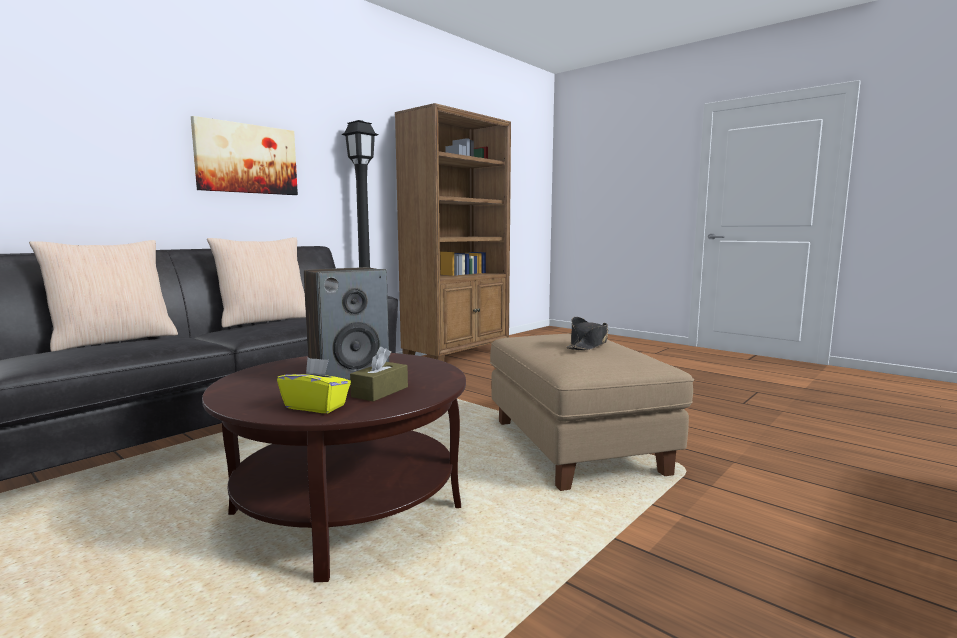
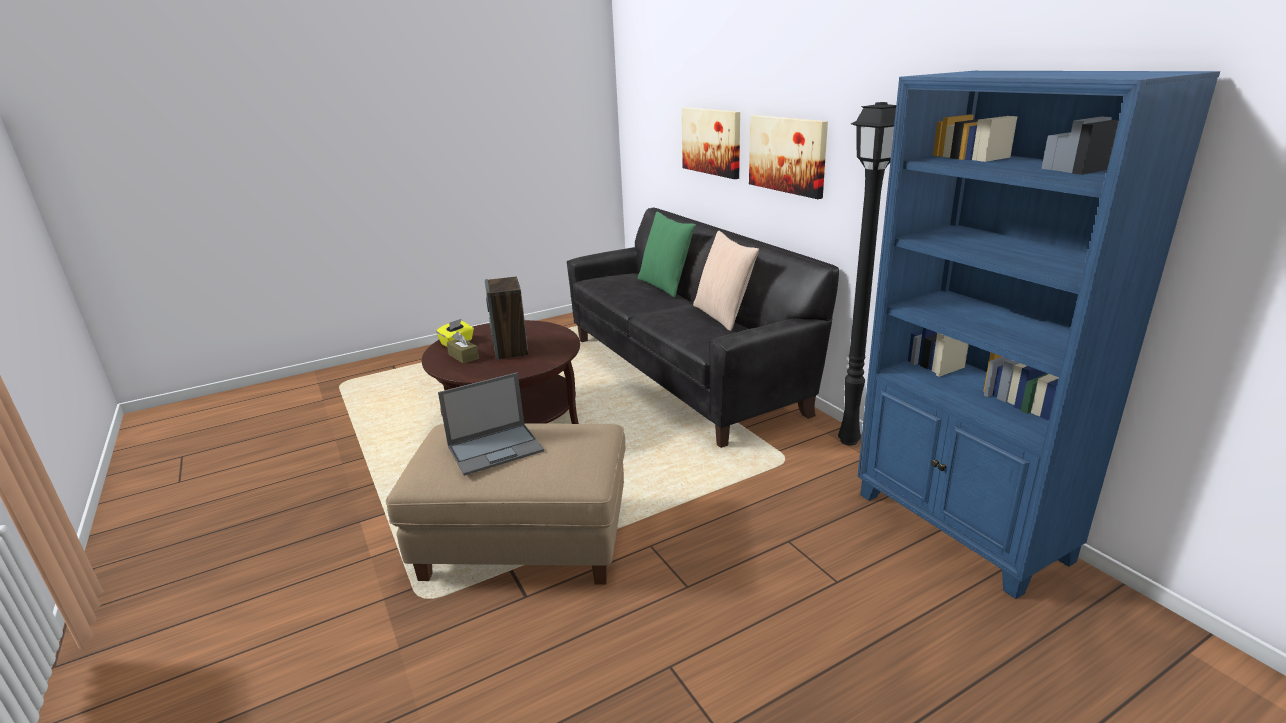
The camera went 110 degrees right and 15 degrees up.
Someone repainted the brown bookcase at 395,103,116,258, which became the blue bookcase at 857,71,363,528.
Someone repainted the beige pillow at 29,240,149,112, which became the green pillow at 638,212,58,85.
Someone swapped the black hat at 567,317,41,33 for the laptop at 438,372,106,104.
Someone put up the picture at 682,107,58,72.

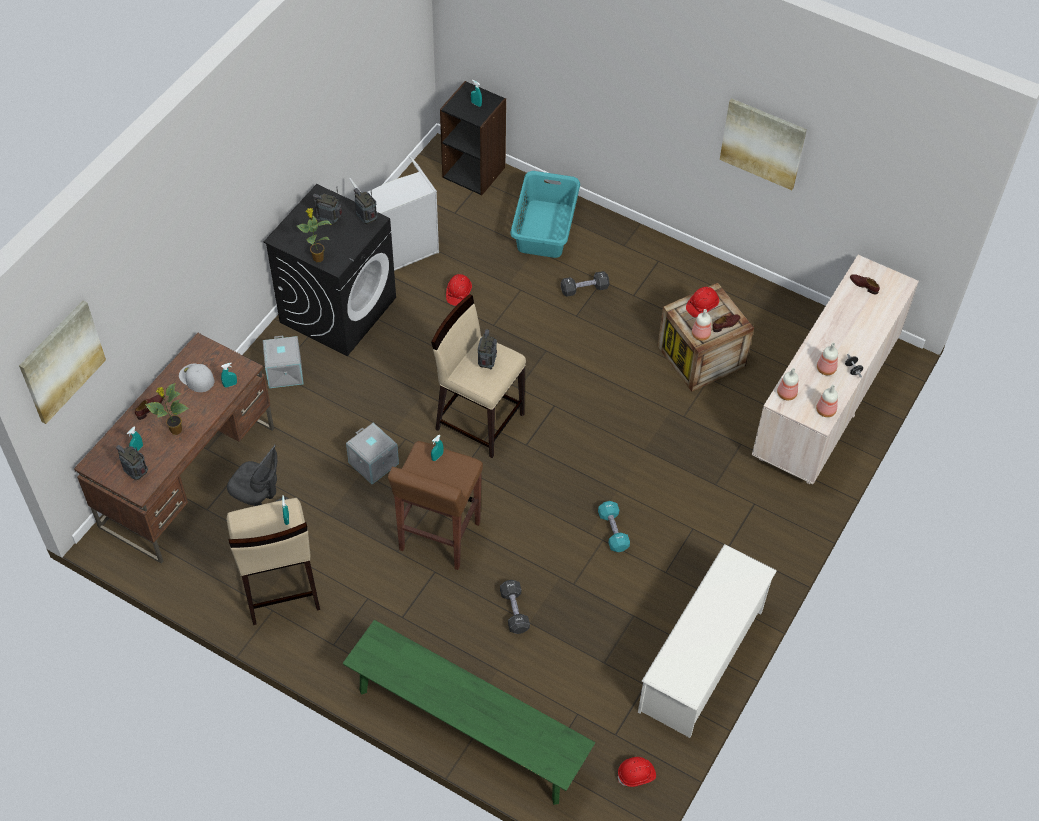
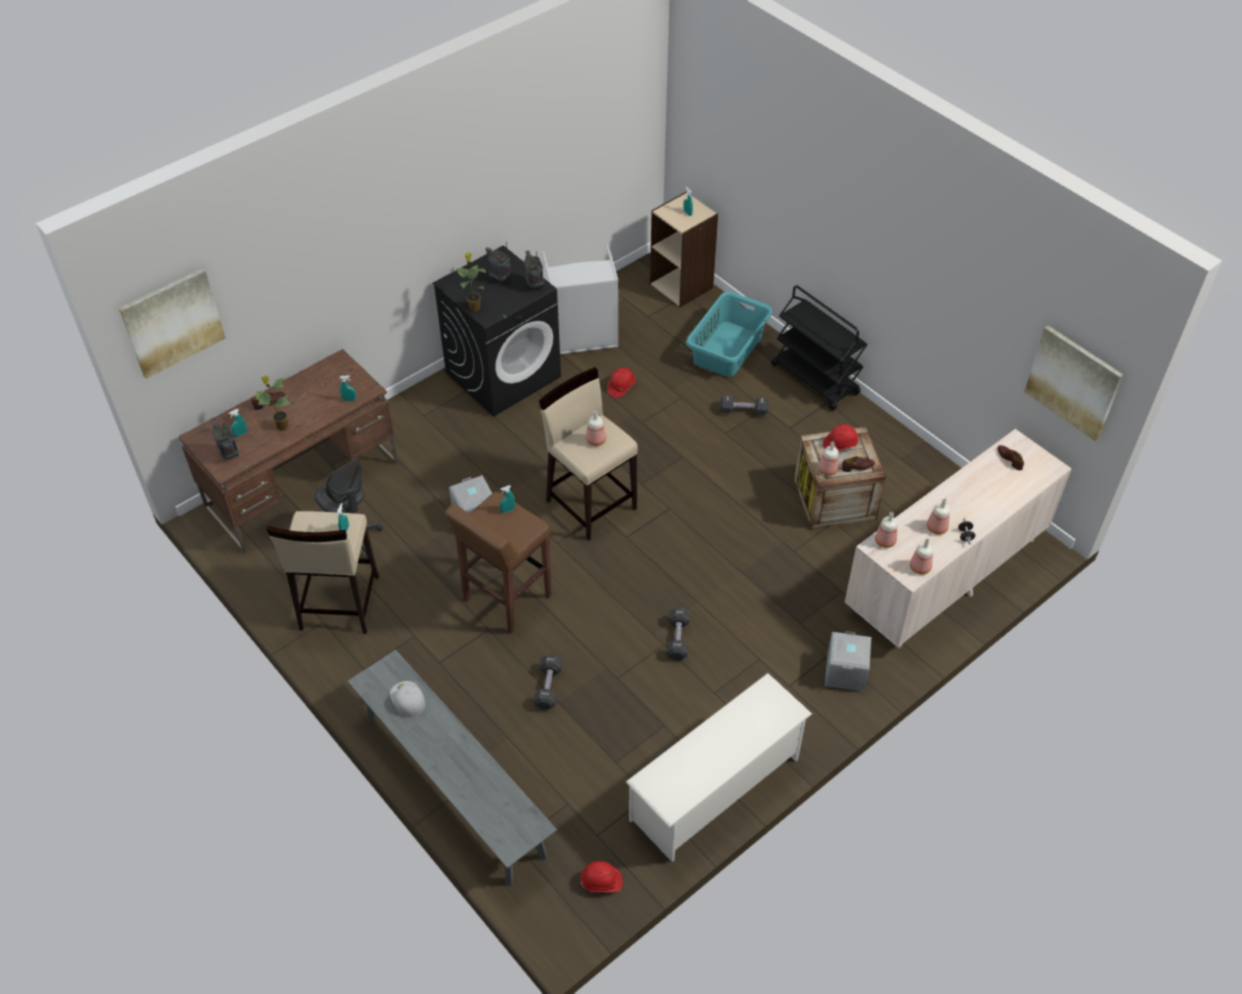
The camera went 20 degrees right and 5 degrees down.
Someone repainted the black bookcase at 440,81,66,114, which became the beige bookcase at 650,192,68,115.
Someone carried the picture from 720,98,87,92 to 1024,326,99,115.
Someone swapped the radio at 478,329,19,40 for the bottle at 586,411,20,35.
Someone carried the grey storage box from 263,336,41,52 to 825,631,46,60.
Someone carried the white cap from 179,364,35,28 to 390,681,35,36.
Someone repainted the turquoise dumbbell at 598,501,32,51, which became the black dumbbell at 667,608,23,53.
Someone repainted the green bench at 343,620,253,185, which became the grey bench at 348,649,209,237.
Someone put down the black cart at 771,285,97,126.

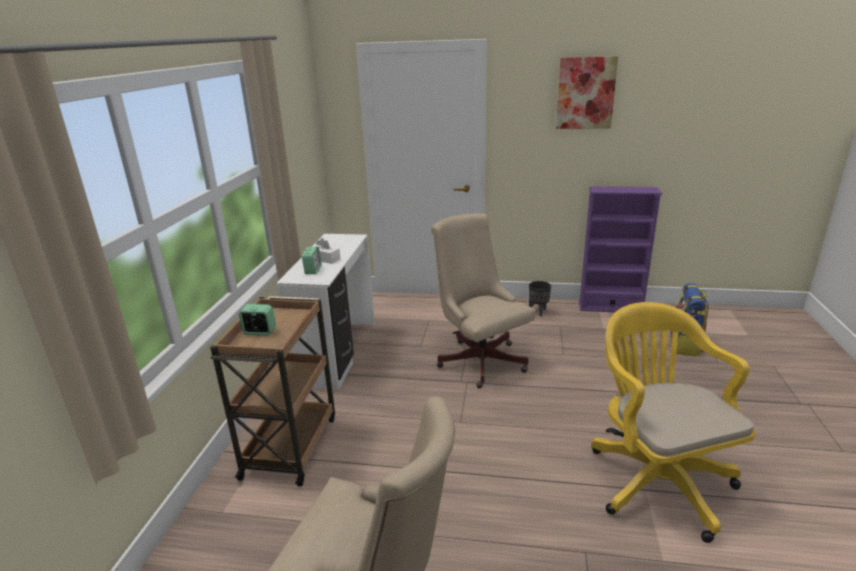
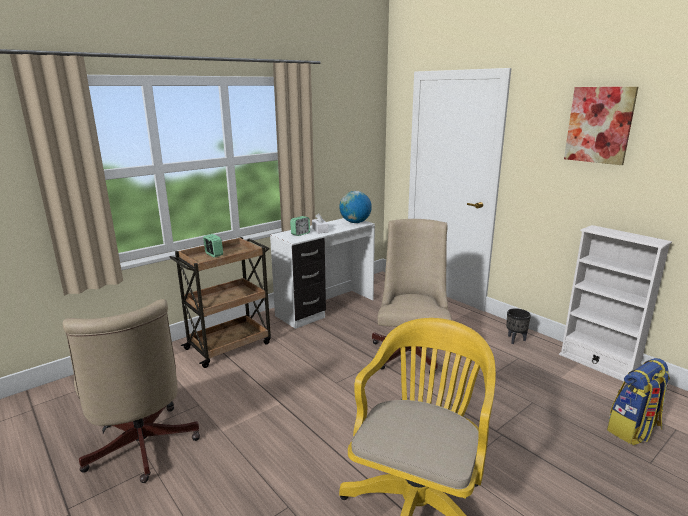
The camera went 40 degrees right and 5 degrees down.
Someone repainted the purple bookcase at 579,187,83,125, which became the white bookcase at 559,225,113,157.
Someone put down the globe at 339,191,33,32.

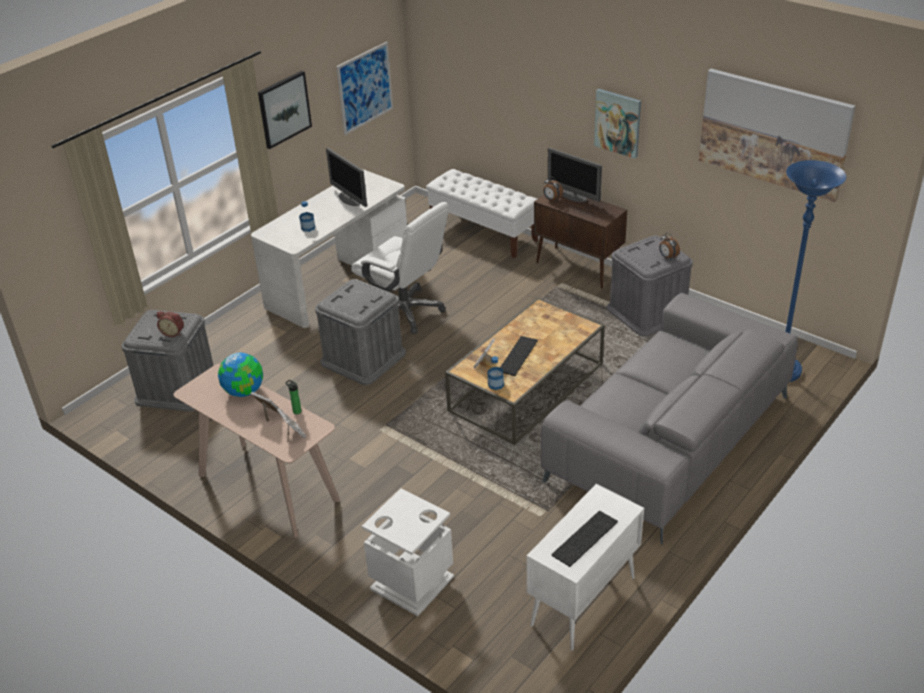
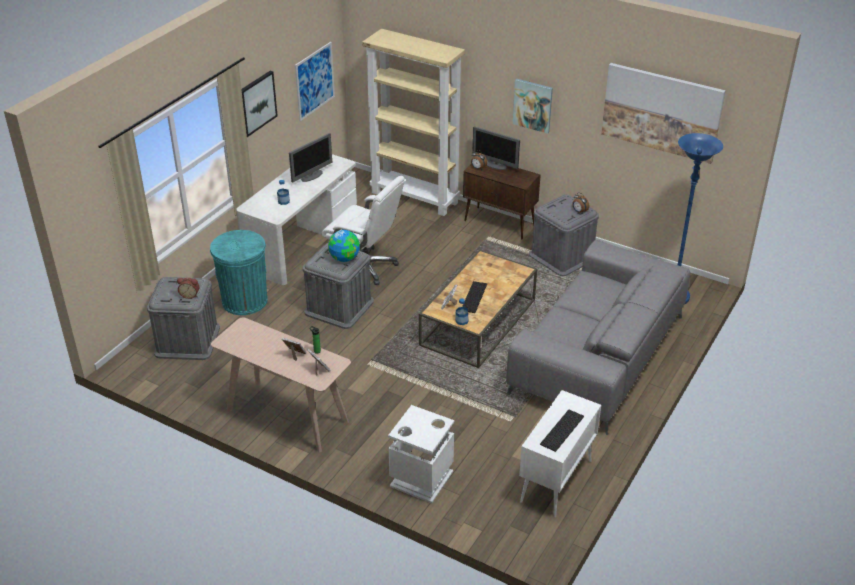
The camera went 10 degrees left and 0 degrees up.
Someone rotated the monitor at 326,148,41,59 by 90 degrees counterclockwise.
Someone swapped the white bench at 426,169,112,89 for the beige bookcase at 362,29,103,187.
Someone carried the globe from 218,353,45,44 to 328,230,32,32.
Someone put down the turquoise trash can at 210,230,58,85.

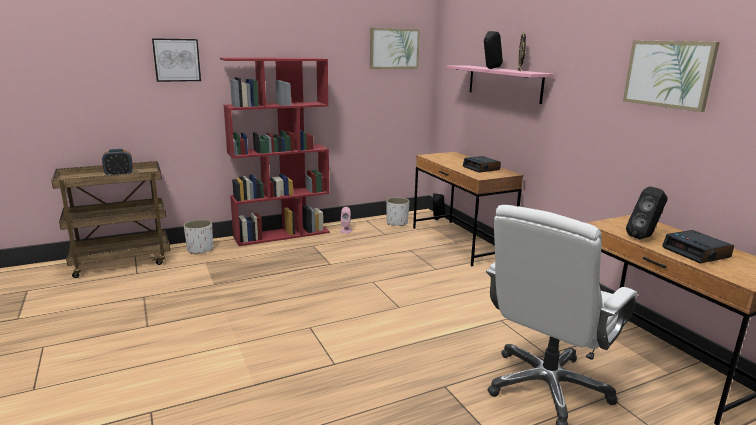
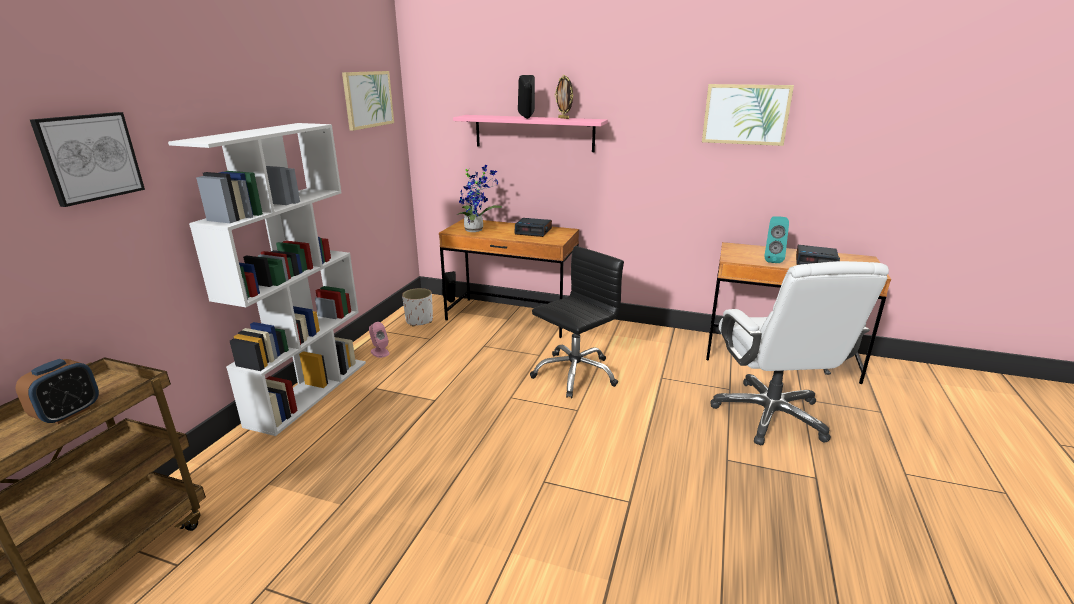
The camera went 45 degrees left and 5 degrees up.
Someone repainted the red bookcase at 220,57,110,189, which became the white bookcase at 168,123,198,313.
Someone repainted the black speaker at 626,186,42,53, which became the turquoise speaker at 764,216,25,47.
Someone took away the white planter at 184,219,29,36.
Someone put down the potted plant at 457,165,45,67.
Someone put down the black office chair at 530,246,94,152.

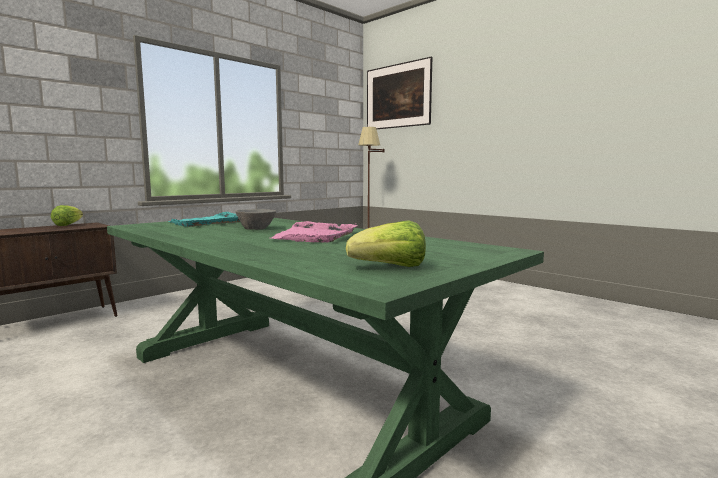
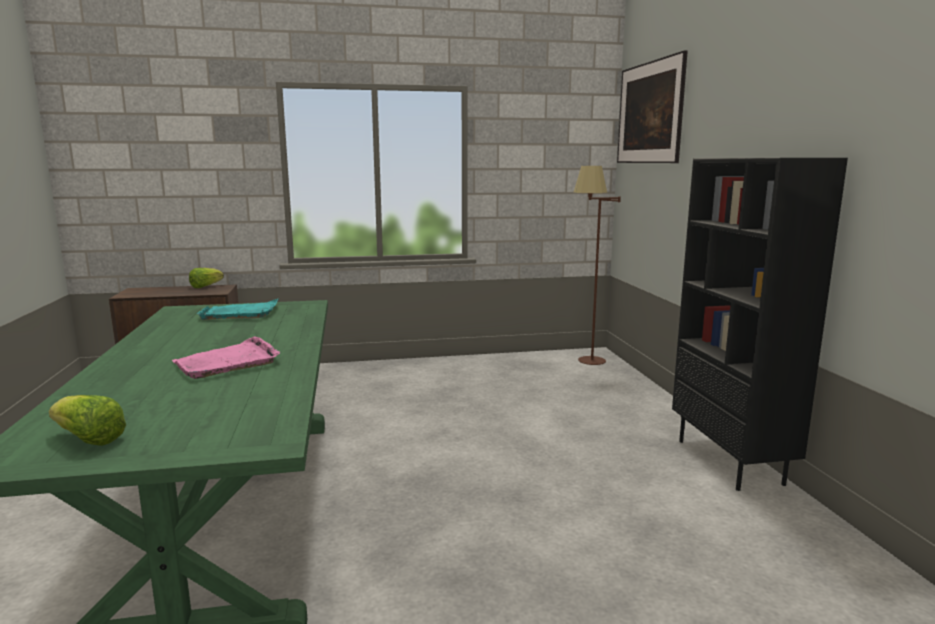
The camera went 35 degrees right and 5 degrees up.
Someone took away the grey bowl at 235,209,41,21.
Someone put down the black bookcase at 672,158,176,333.

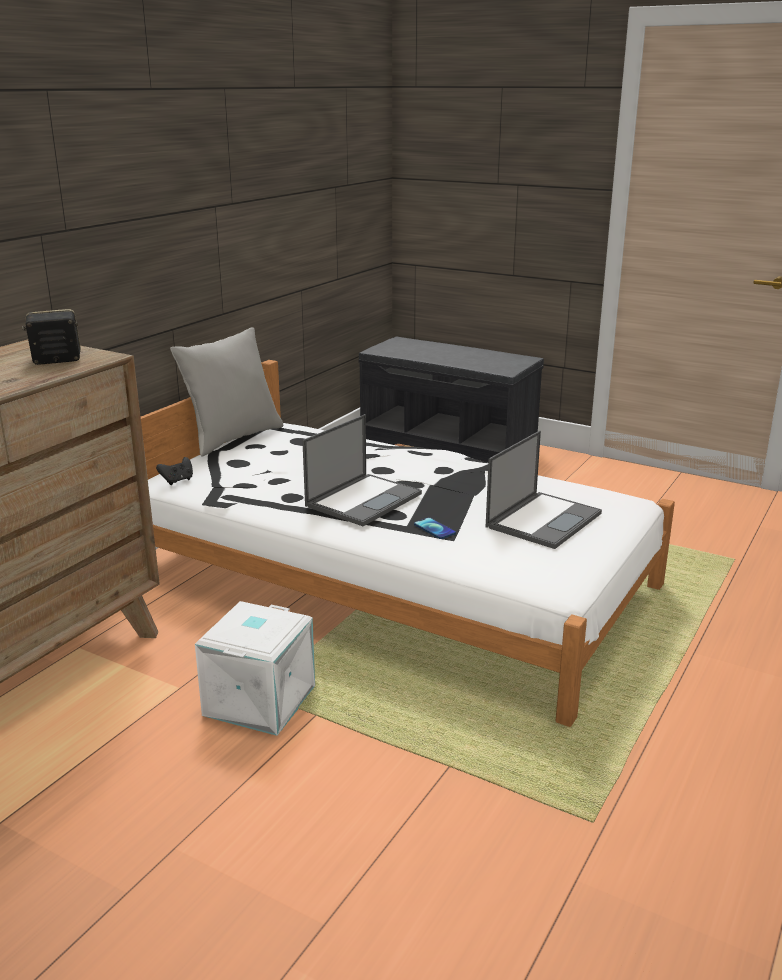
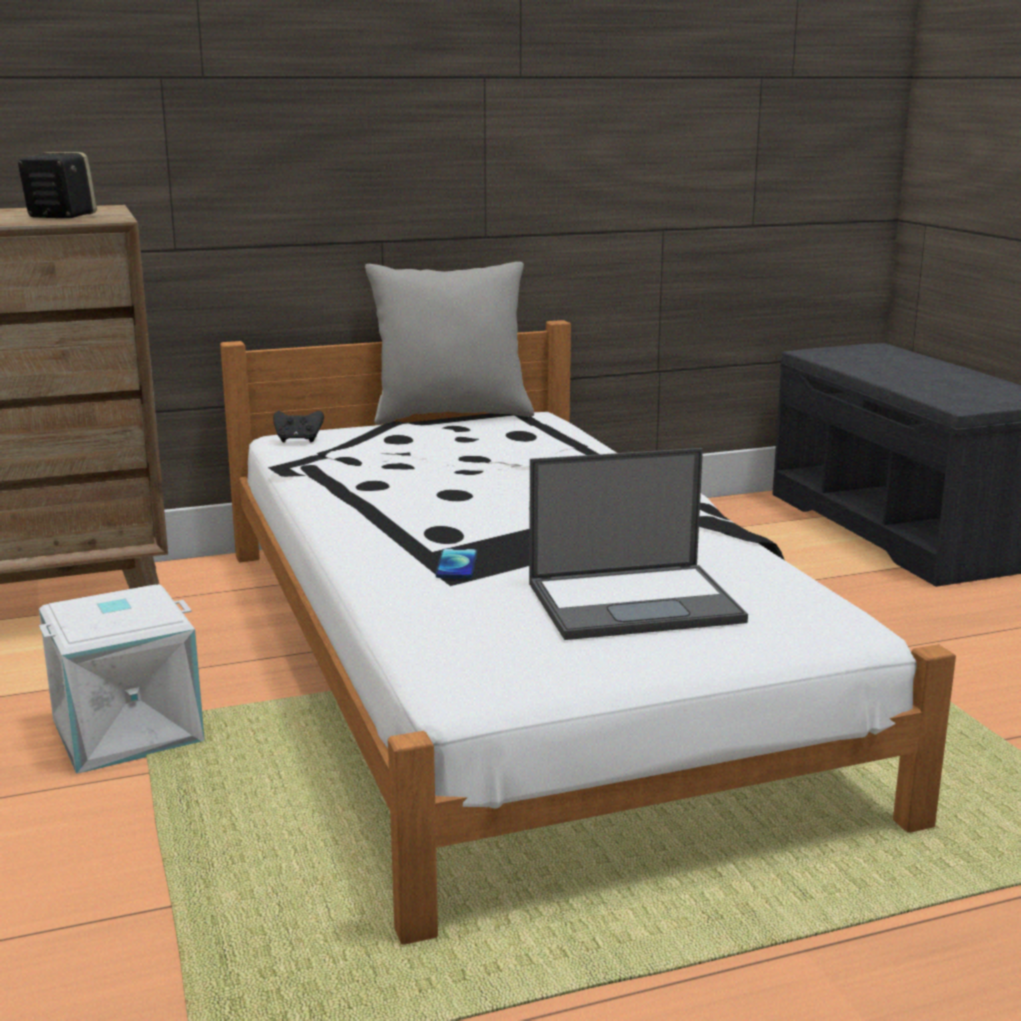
The camera went 40 degrees right and 5 degrees down.
Someone took away the laptop at 302,414,120,112.

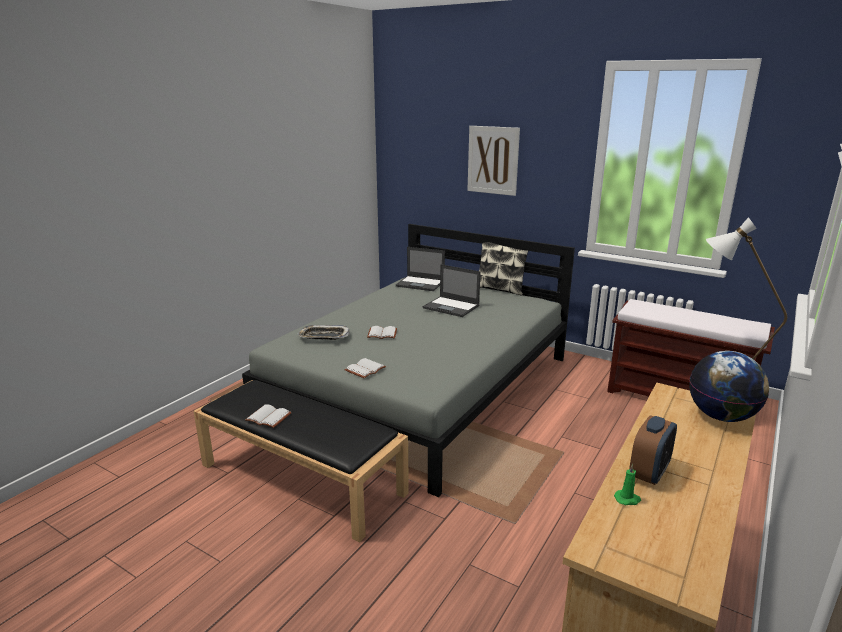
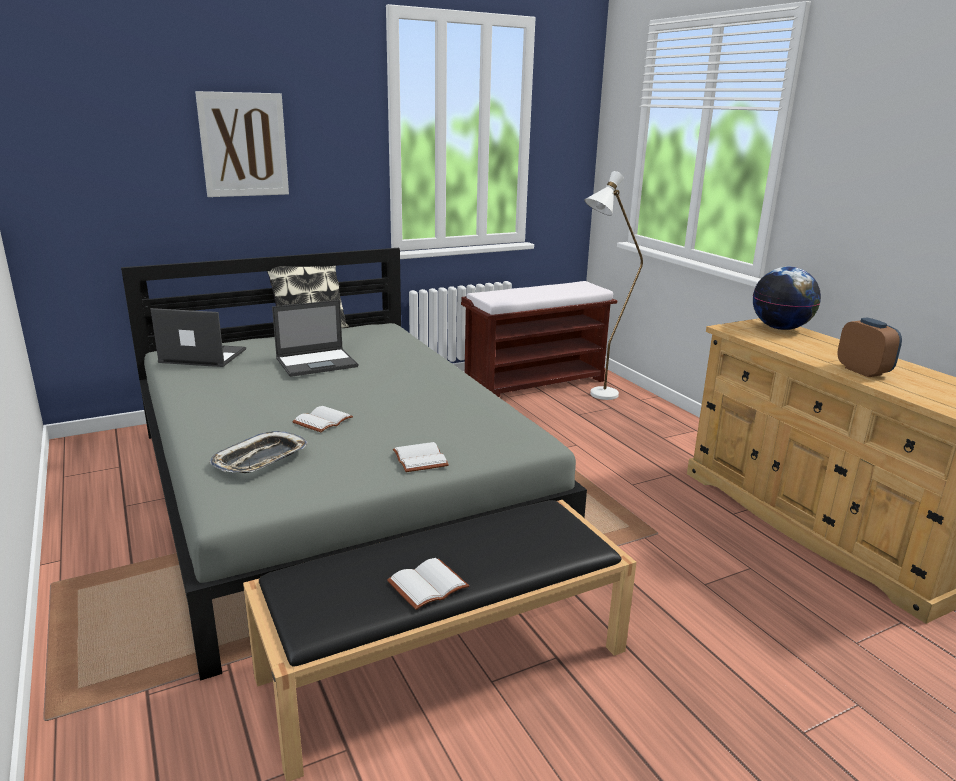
The camera went 60 degrees left and 0 degrees up.
Someone rotated the laptop at 396,247,49,44 by 135 degrees counterclockwise.
Someone took away the green candle at 614,464,27,41.

